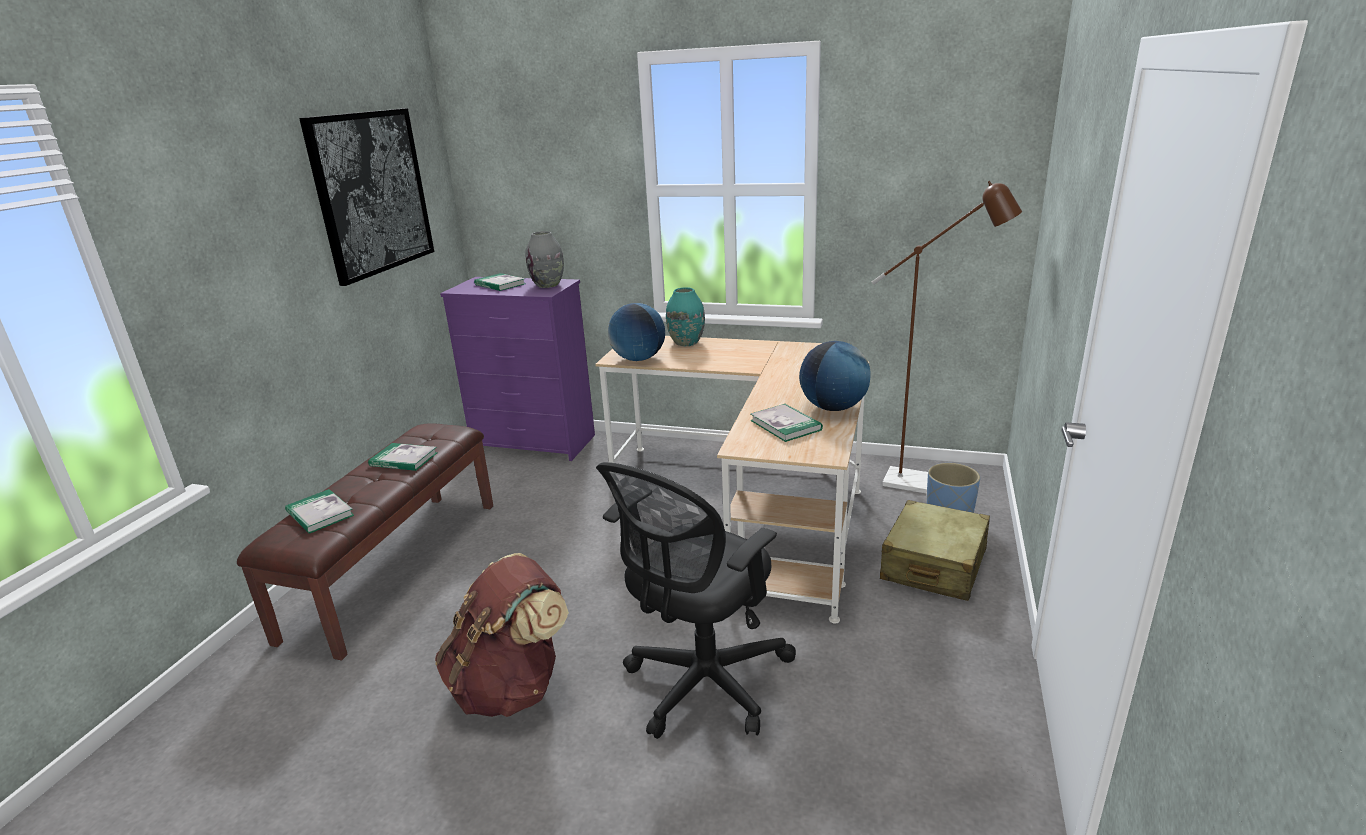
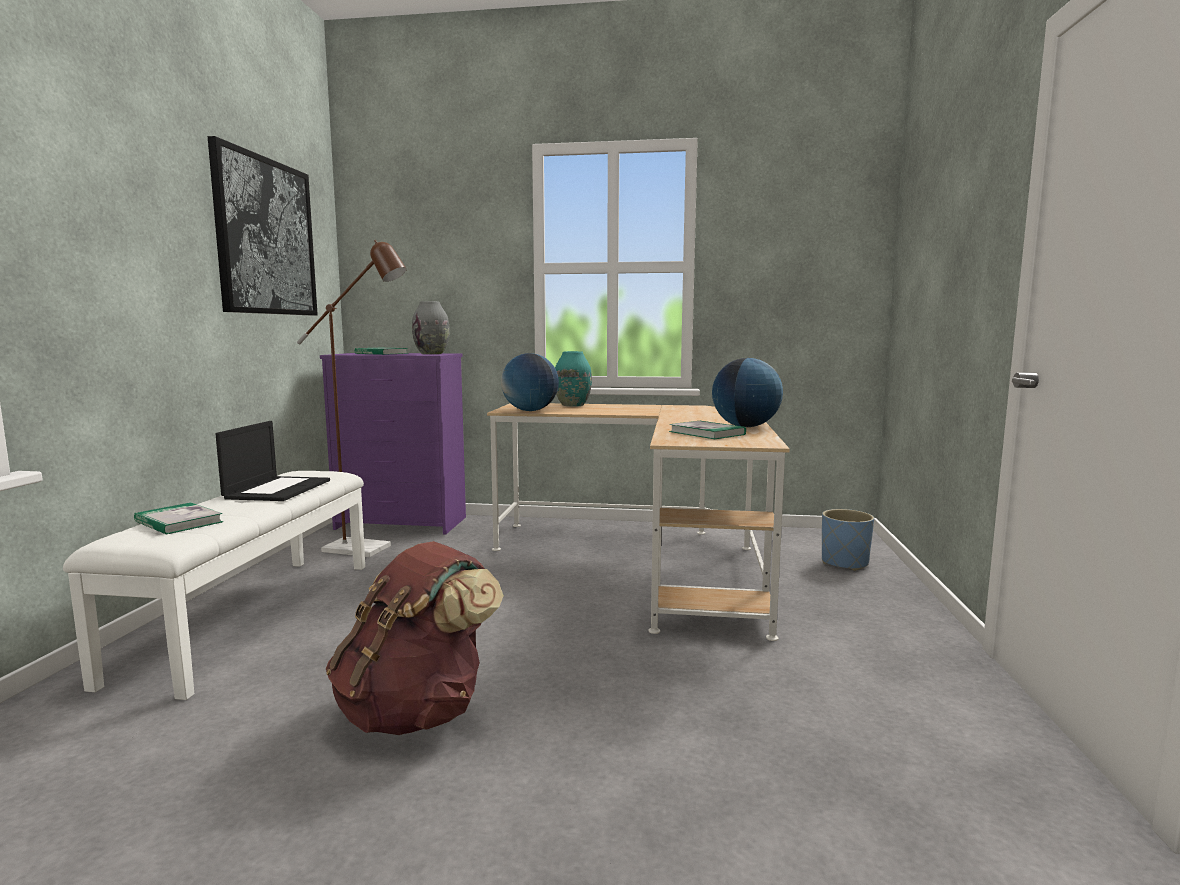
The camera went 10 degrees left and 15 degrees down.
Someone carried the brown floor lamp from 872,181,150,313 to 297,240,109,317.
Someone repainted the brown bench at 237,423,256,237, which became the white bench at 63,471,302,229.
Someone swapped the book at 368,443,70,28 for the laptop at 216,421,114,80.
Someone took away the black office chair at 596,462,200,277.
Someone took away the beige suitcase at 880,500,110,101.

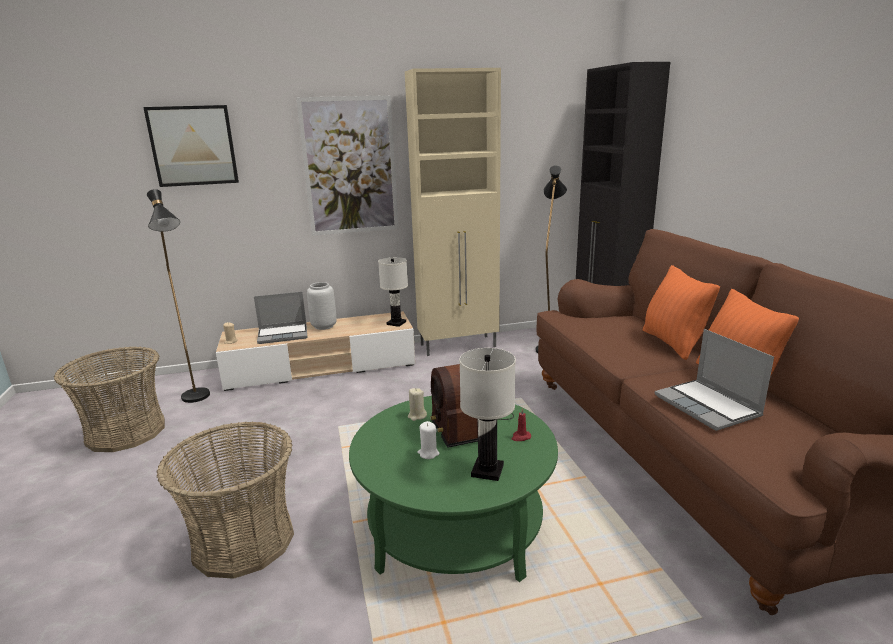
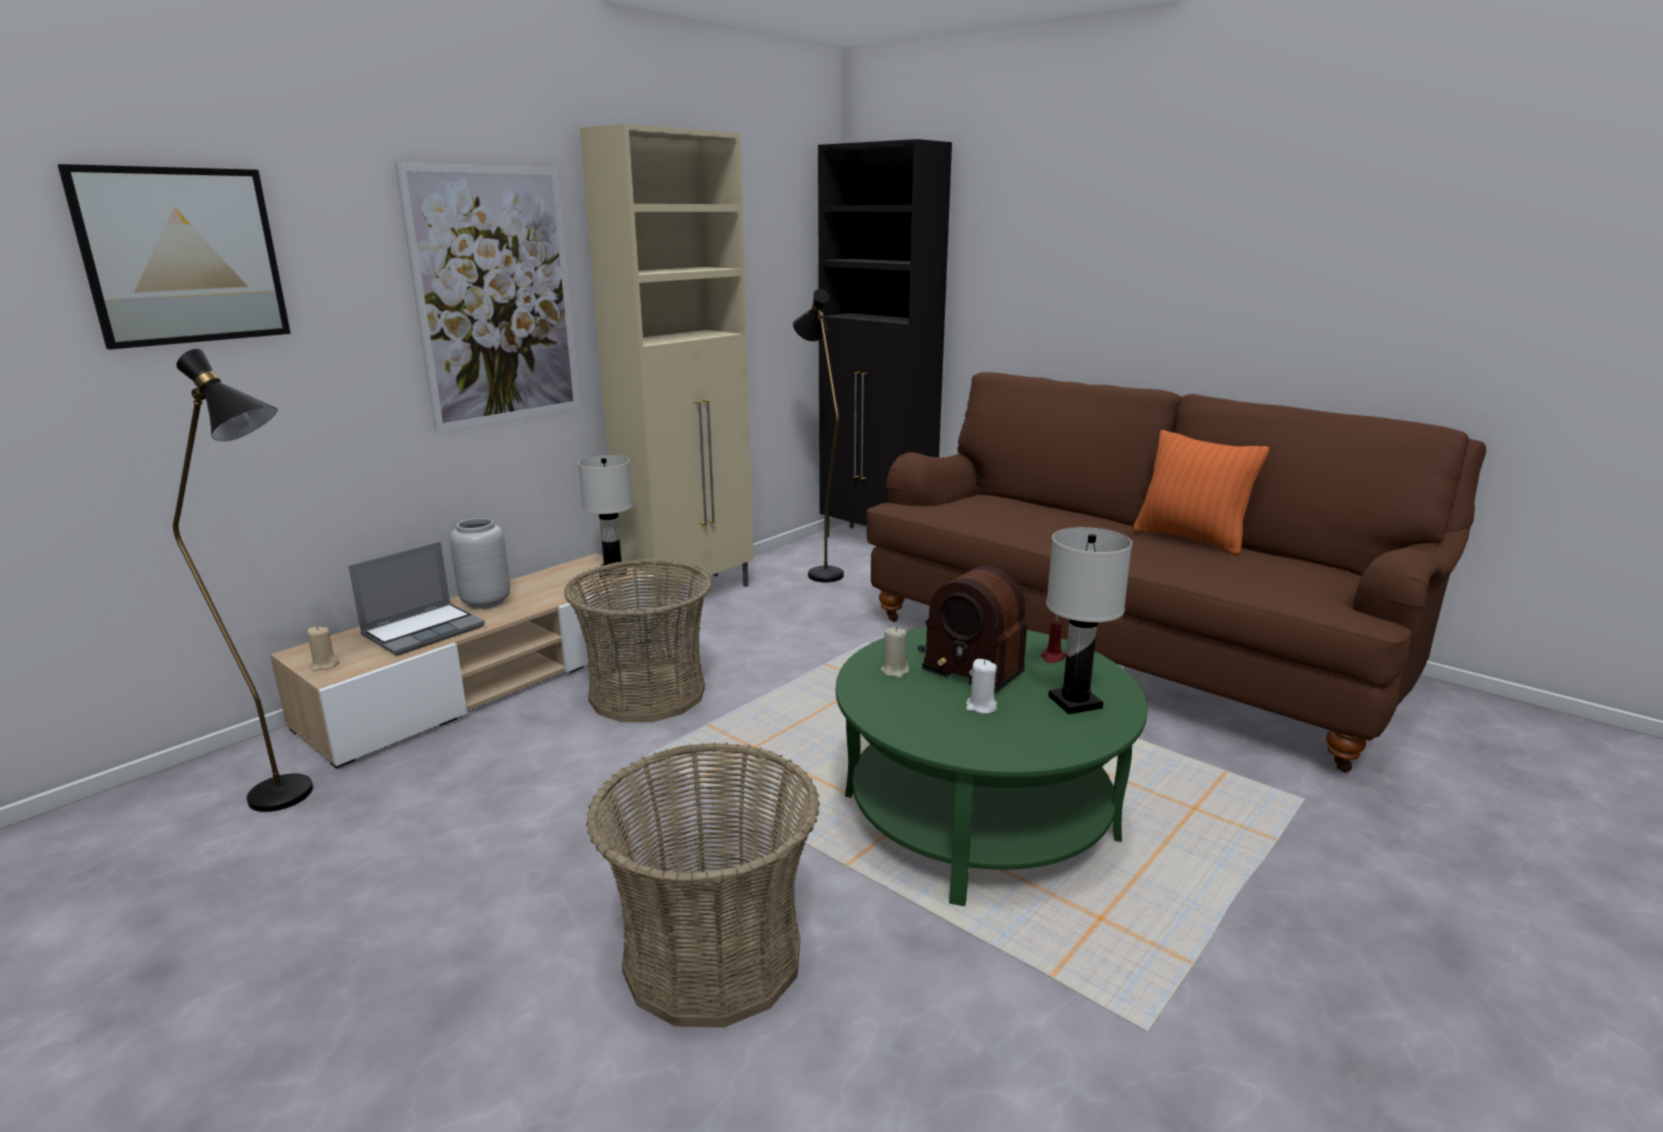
The camera went 35 degrees left and 0 degrees up.
Someone took away the orange pillow at 643,265,77,95.
Someone took away the laptop at 655,329,119,102.
Someone carried the basket from 54,346,111,106 to 564,559,149,163.

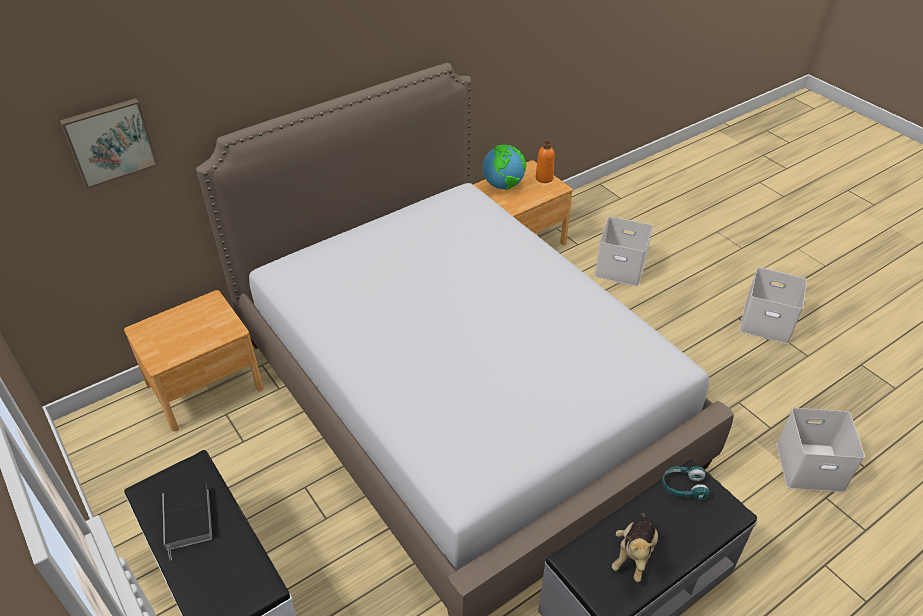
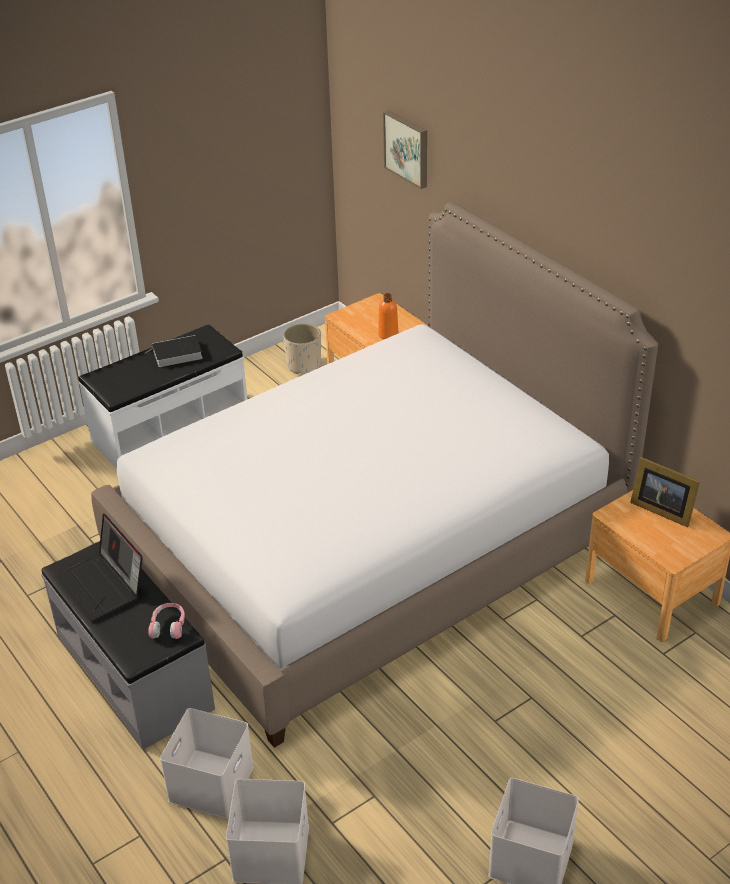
The camera went 90 degrees right and 5 degrees down.
Someone carried the orange bottle from 536,141,19,42 to 378,293,20,47.
Someone swapped the globe at 483,145,43,45 for the picture frame at 630,457,70,70.
Someone carried the white storage box from 594,216,59,70 to 160,708,94,111.
Someone repainted the turquoise headphones at 663,466,47,34, which became the pink headphones at 148,603,37,36.
Someone swapped the plush toy at 612,513,46,69 for the laptop at 55,514,88,107.
Someone put down the beige planter at 283,323,38,51.

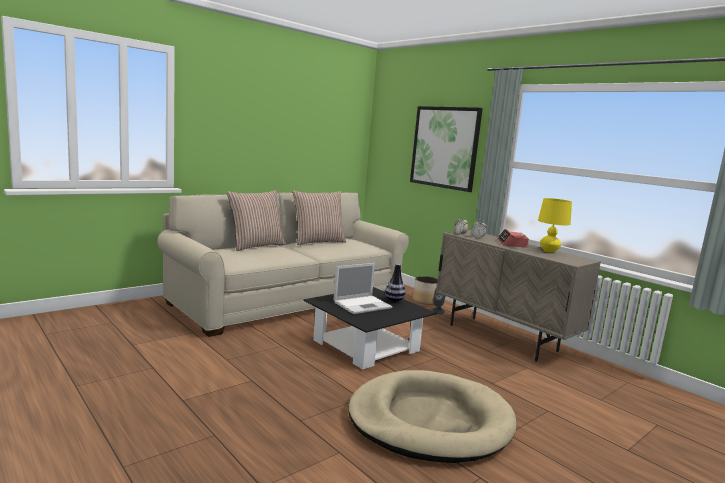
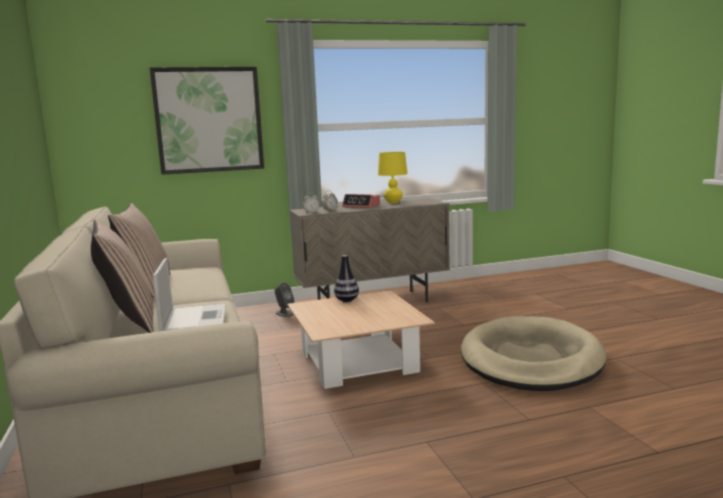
The camera went 65 degrees left and 0 degrees up.
Someone carried the laptop from 334,263,59,51 to 153,258,73,73.
Someone took away the planter at 413,276,25,29.
Someone repainted the black coffee table at 304,287,133,83, which became the beige coffee table at 287,290,148,99.

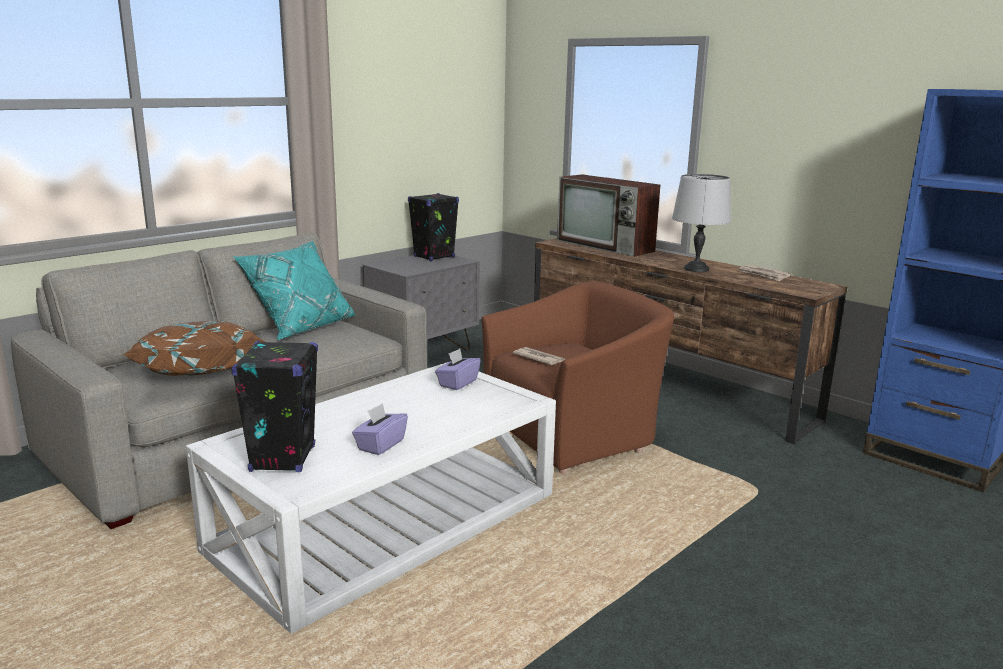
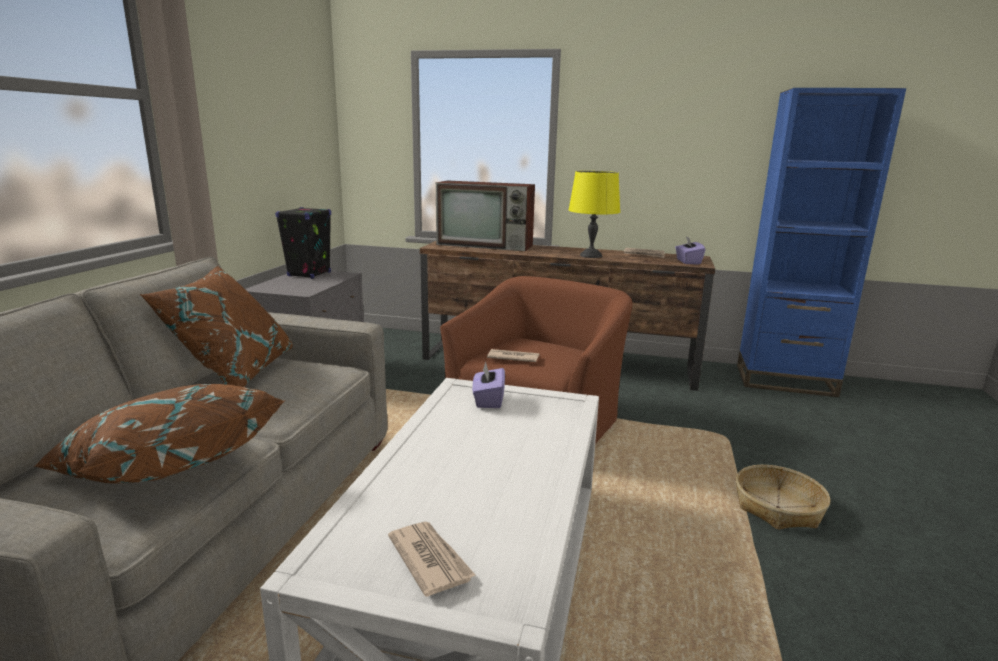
The camera went 30 degrees left and 0 degrees up.
Someone repainted the grey table lamp at 672,174,59,98, which became the yellow table lamp at 569,171,51,87.
Someone repainted the turquoise pillow at 233,241,123,99, which became the brown pillow at 140,266,153,121.
Someone swapped the black speaker at 231,340,87,132 for the newspaper at 388,521,88,76.
Someone carried the purple tissue box from 352,403,56,52 to 675,236,30,28.
Someone put down the basket at 736,465,94,65.

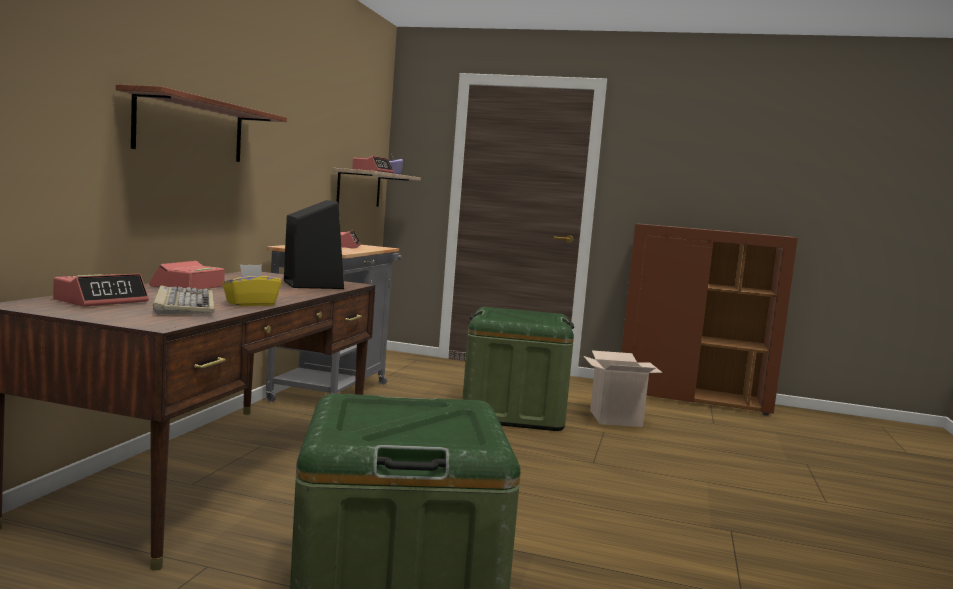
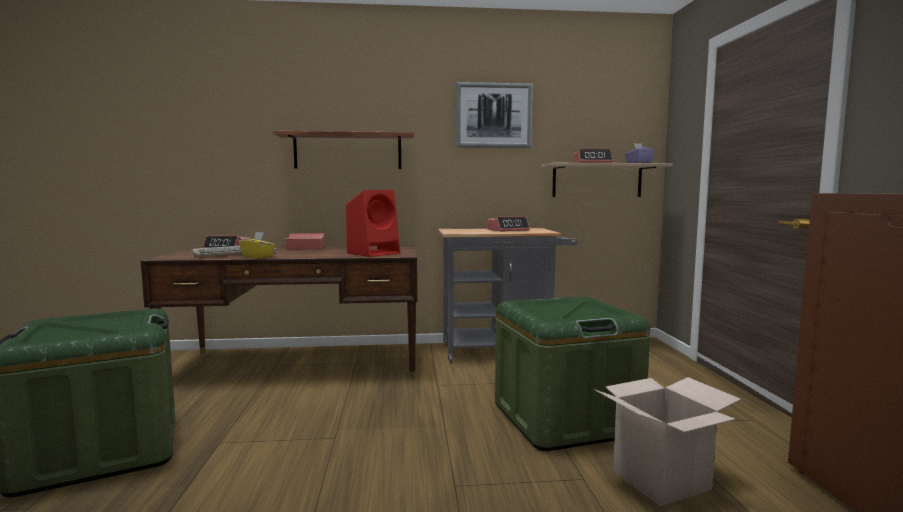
The camera went 70 degrees right and 0 degrees up.
Someone repainted the black speaker at 284,200,60,89, which became the red speaker at 346,190,54,67.
Someone put up the picture at 456,82,77,66.

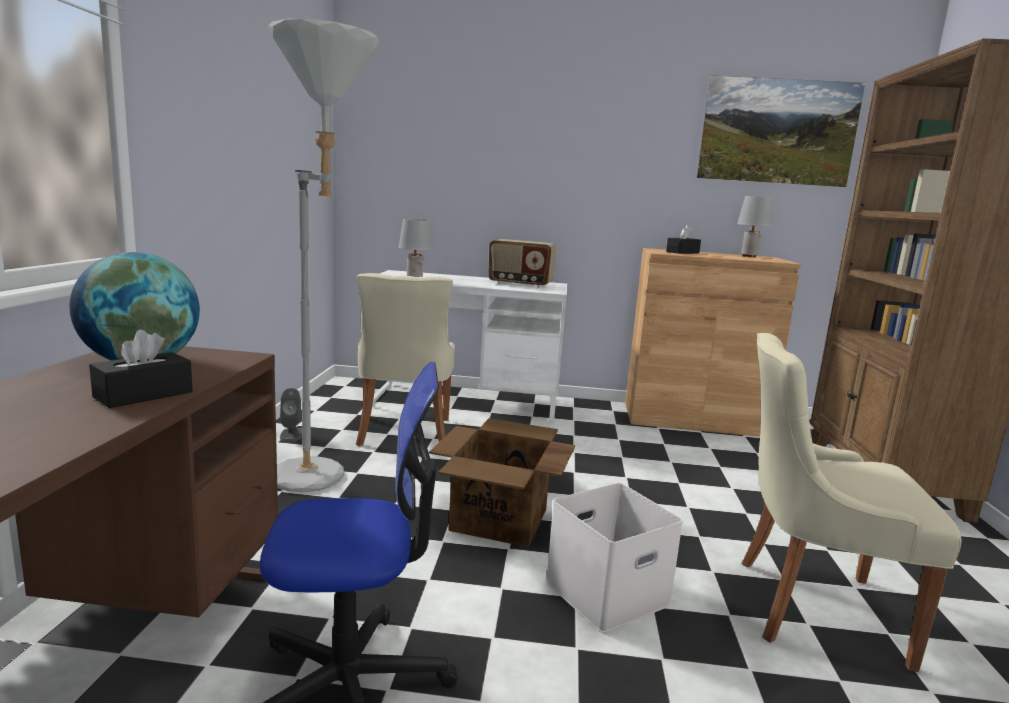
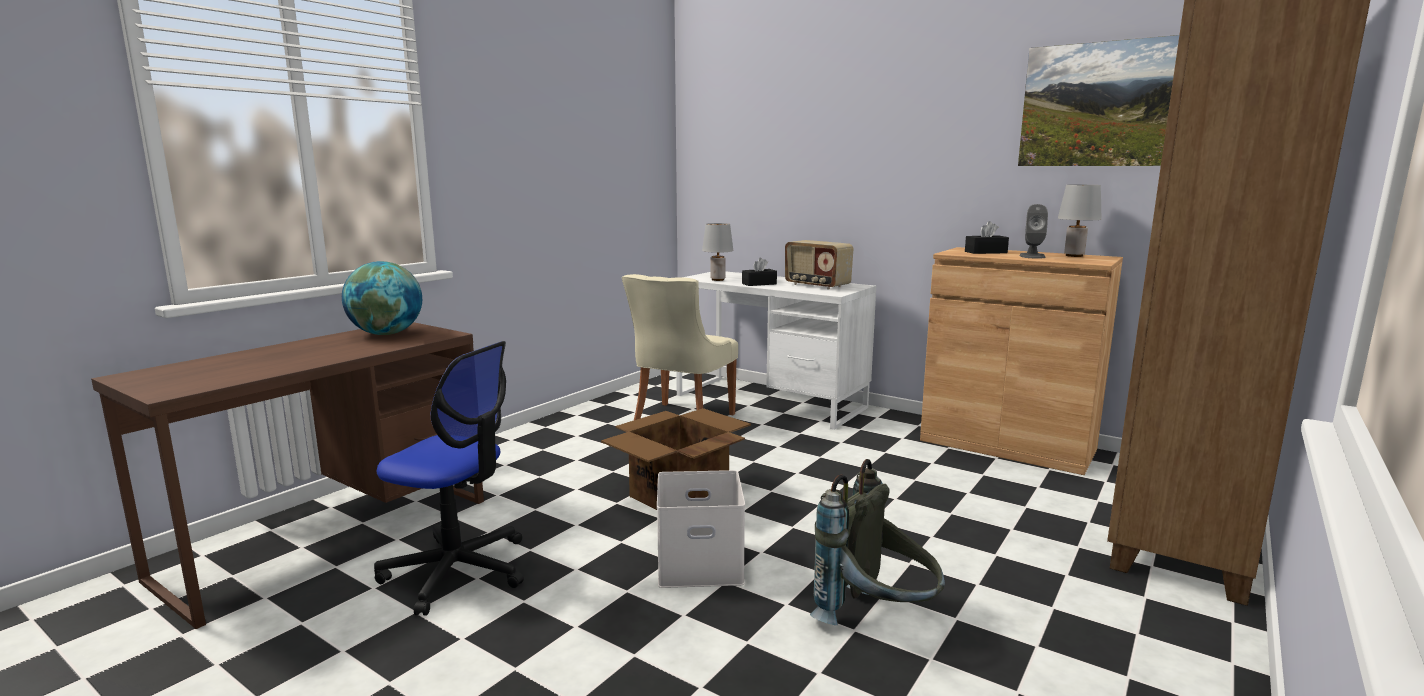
The camera went 30 degrees right and 0 degrees up.
Someone took away the grey floor lamp at 268,19,111,473.
Someone carried the black tissue box from 89,330,104,78 to 742,258,35,28.
Someone swapped the beige chair at 742,333,219,339 for the grey backpack at 810,459,135,166.
Someone carried the grey speaker from 280,388,22,53 to 1019,204,29,55.

